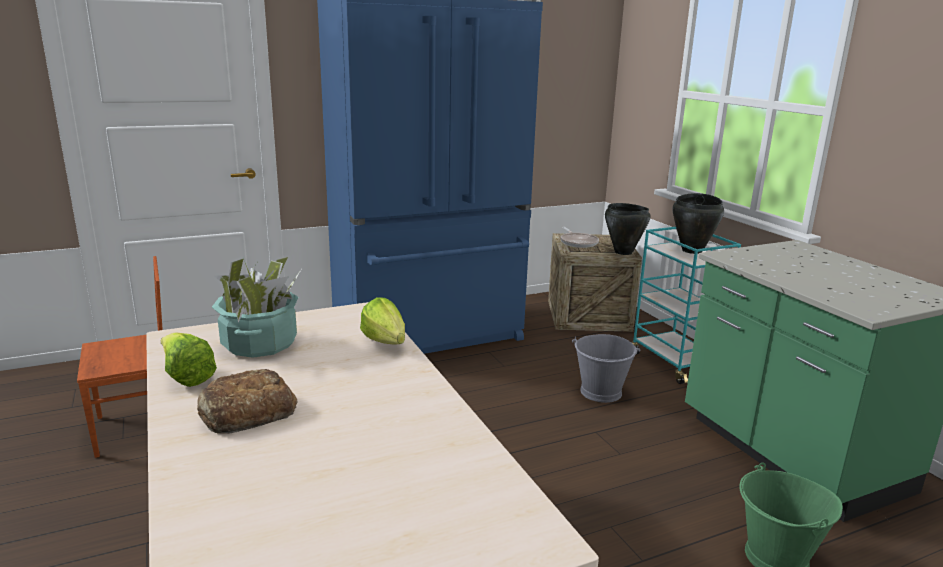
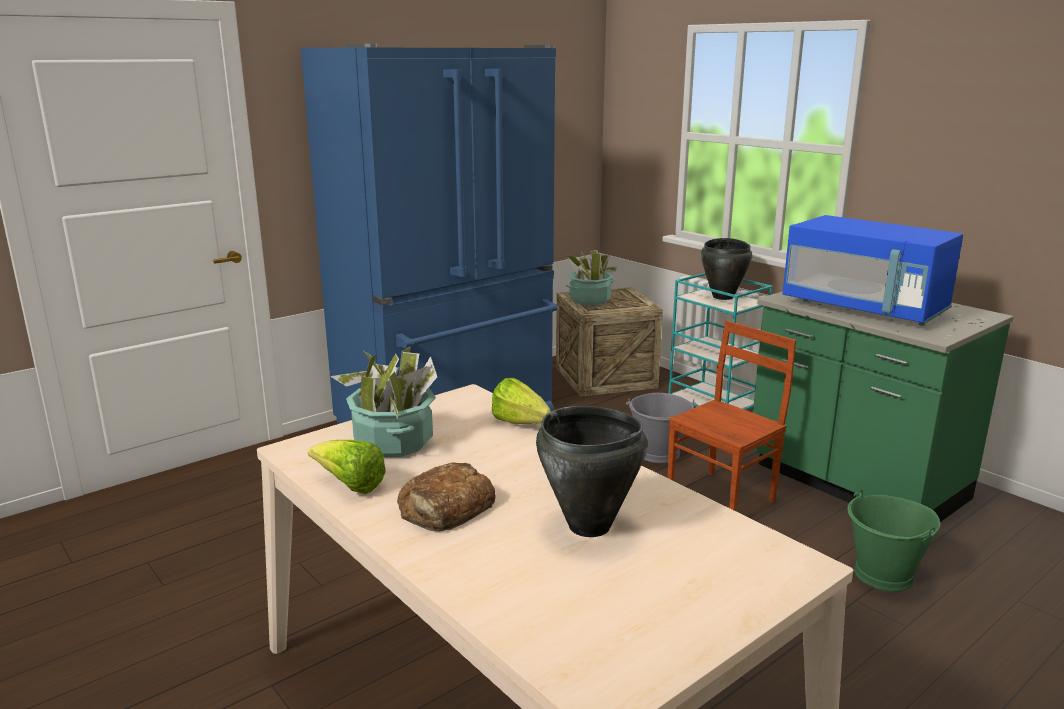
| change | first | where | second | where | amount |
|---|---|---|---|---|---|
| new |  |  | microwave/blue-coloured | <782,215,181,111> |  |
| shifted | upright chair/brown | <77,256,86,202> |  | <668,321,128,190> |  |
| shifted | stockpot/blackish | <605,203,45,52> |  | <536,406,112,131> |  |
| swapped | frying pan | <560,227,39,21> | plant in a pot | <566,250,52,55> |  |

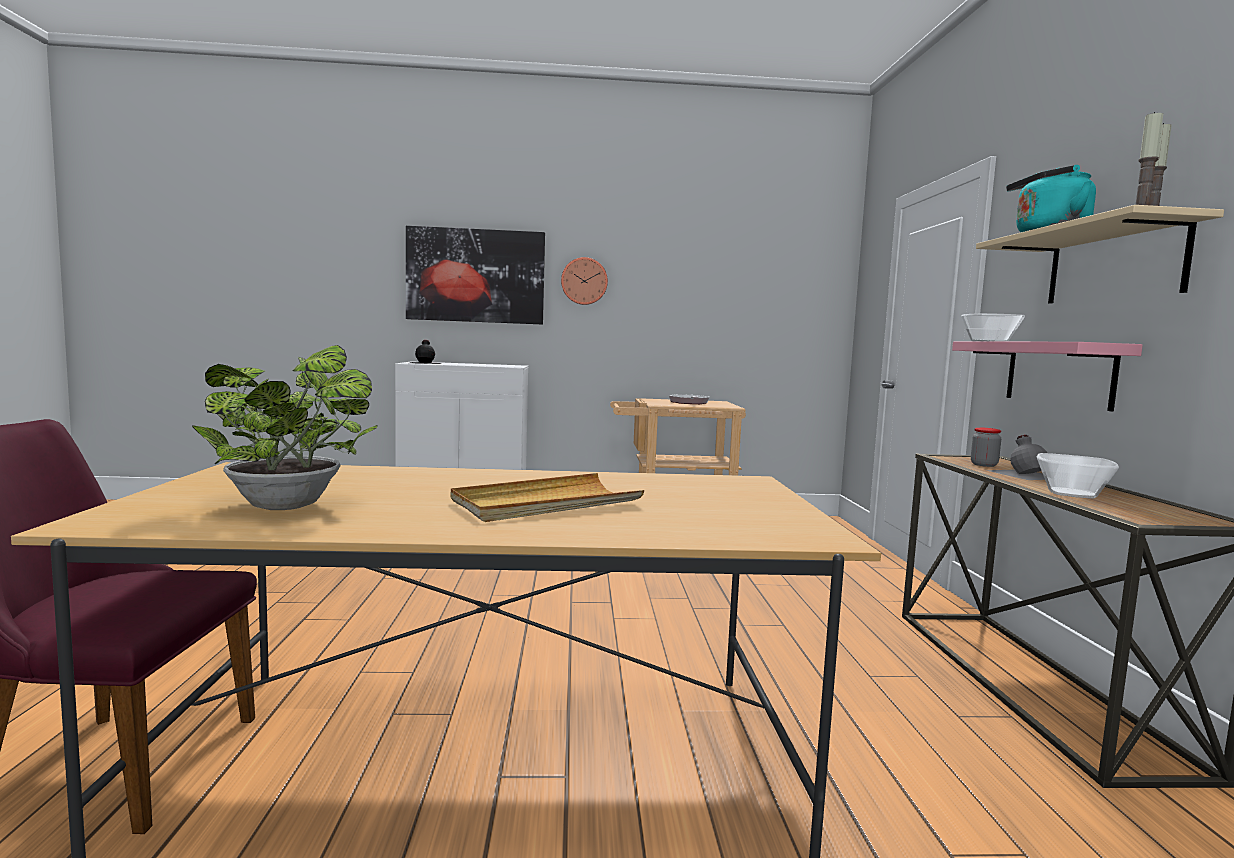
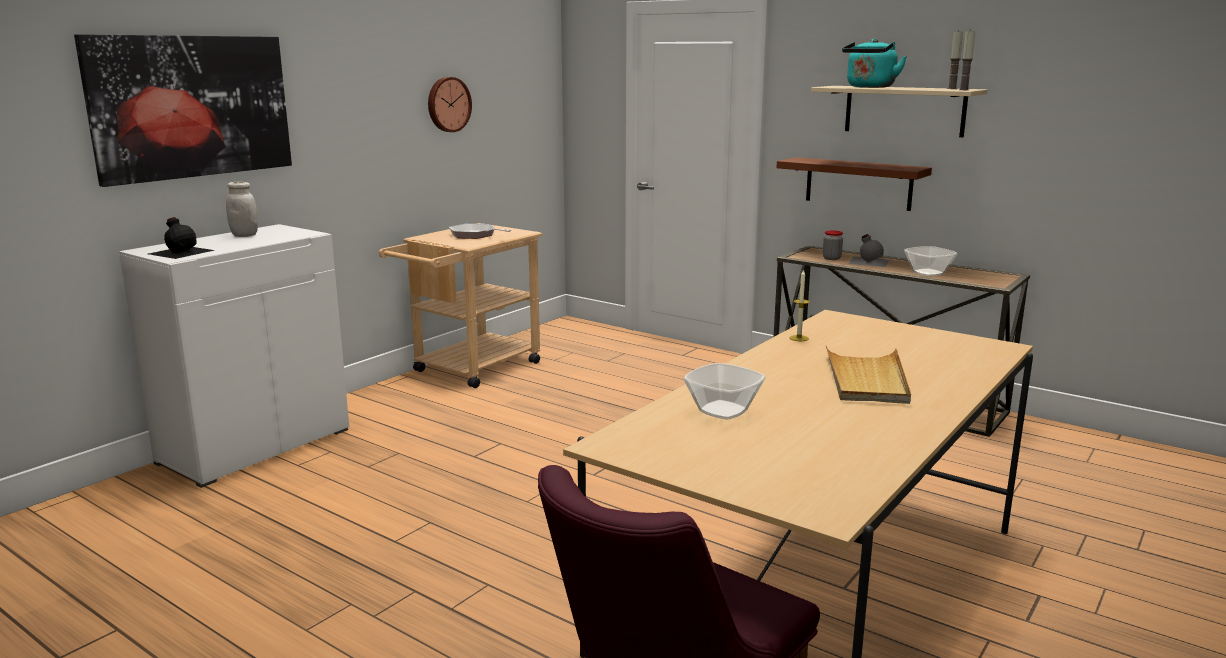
| change | first | where | second | where | amount |
|---|---|---|---|---|---|
| gone | plant in a pot | <192,345,186,165> |  |  |  |
| new |  |  | preserve jar/whitish | <226,182,32,55> |  |
| new |  |  | wax candle | <789,269,21,72> |  |
| shifted | clock on the wall | <561,257,47,48> |  | <428,77,44,55> |  |
| shifted | deep dish | <961,313,64,29> |  | <684,363,81,56> |  |
| repainted | bracket shelf/pinkish | <952,342,191,70> | bracket shelf/brown | <777,157,155,54> |  |

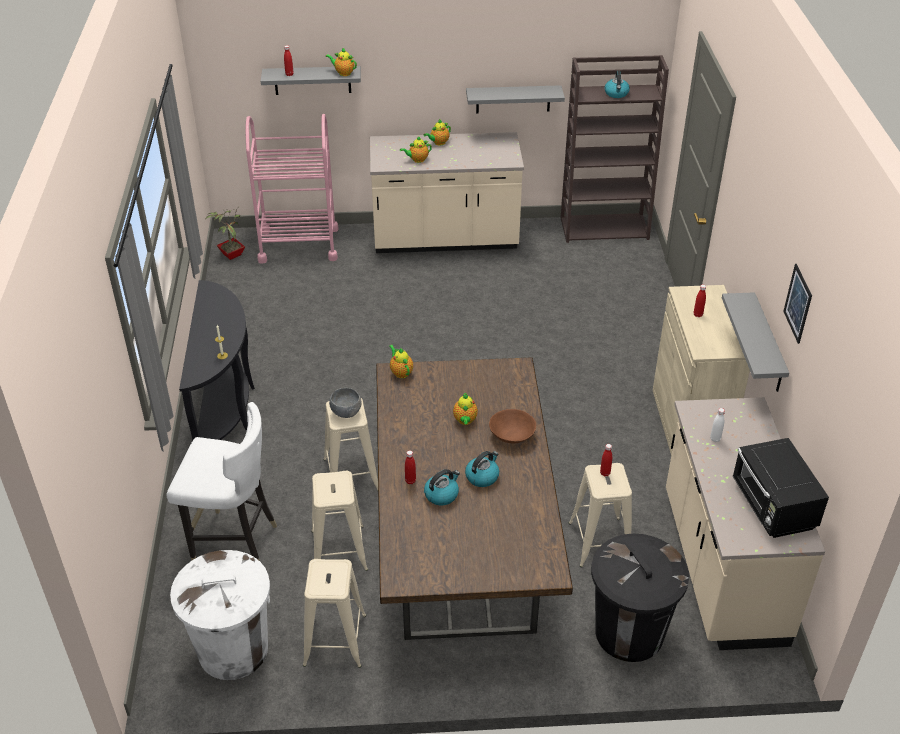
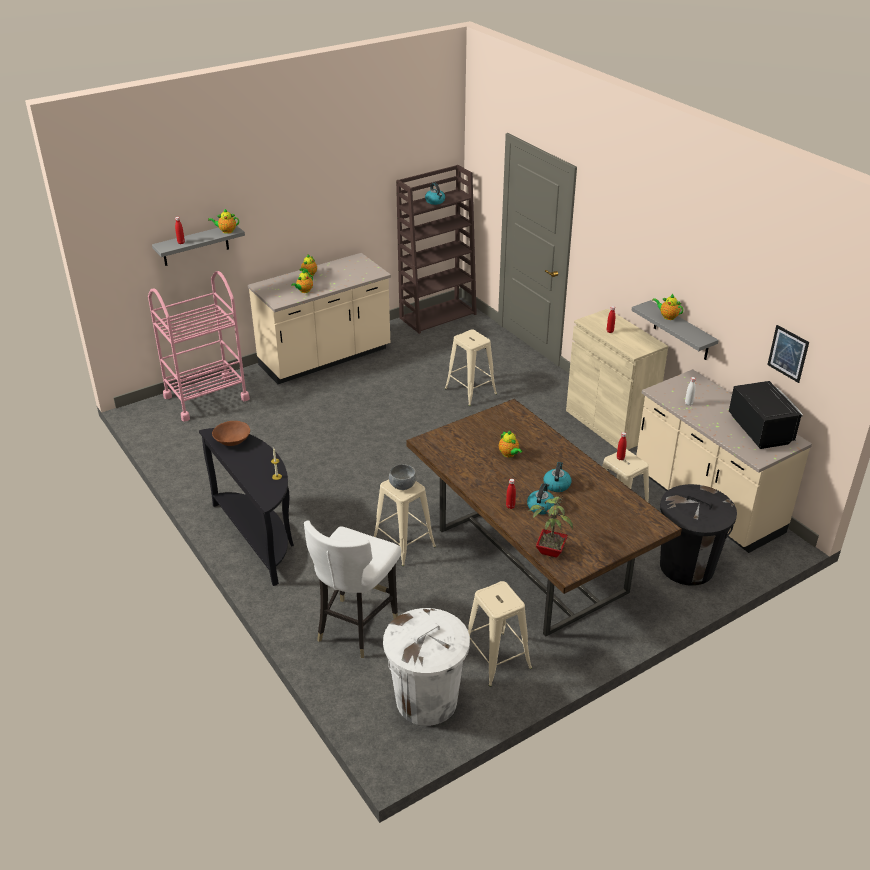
| change | first | where | second | where | amount |
|---|---|---|---|---|---|
| gone | bracket shelf/greyish | <466,85,99,29> |  |  |  |
| shifted | plant in a pot | <205,208,40,52> |  | <529,489,44,69> |  |
| shifted | stool seat/beige | <311,471,57,100> |  | <445,330,52,76> |  |
| shifted | teapot | <389,345,24,33> |  | <653,294,31,26> |  |
| shifted | deep dish/brown | <489,409,47,34> |  | <212,421,38,25> |  |
| shifted | picture | <783,264,29,80> |  | <767,325,42,58> |  |
| rotated | upright chair/whitish | <167,402,110,159> |  | <304,520,97,138> | 135 degrees clockwise |
| rotated | microwave/blackish | <733,438,96,100> |  | <729,381,74,68> | 150 degrees counterclockwise |

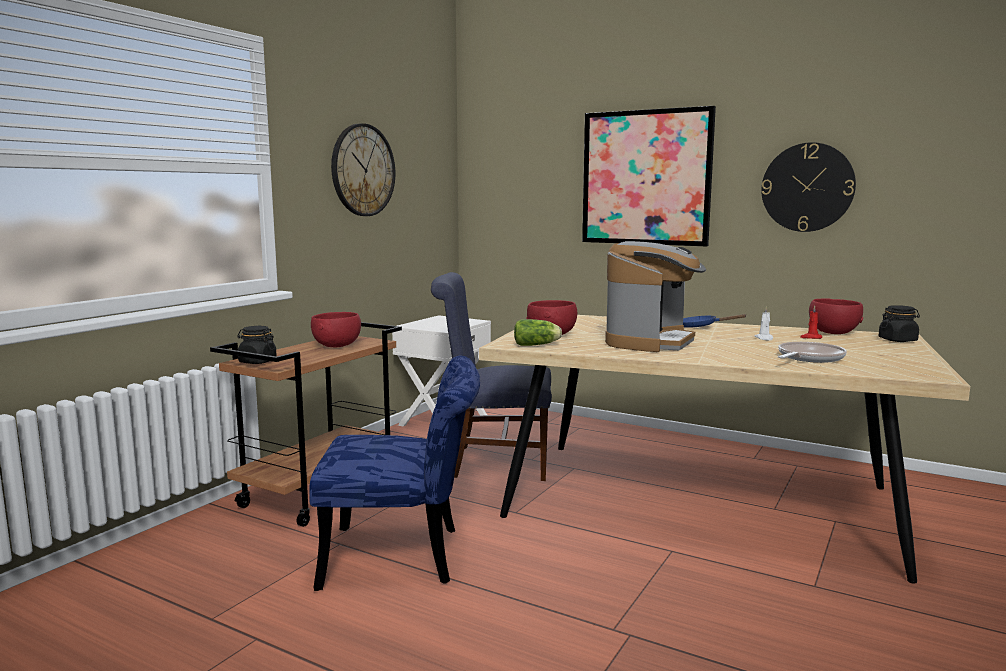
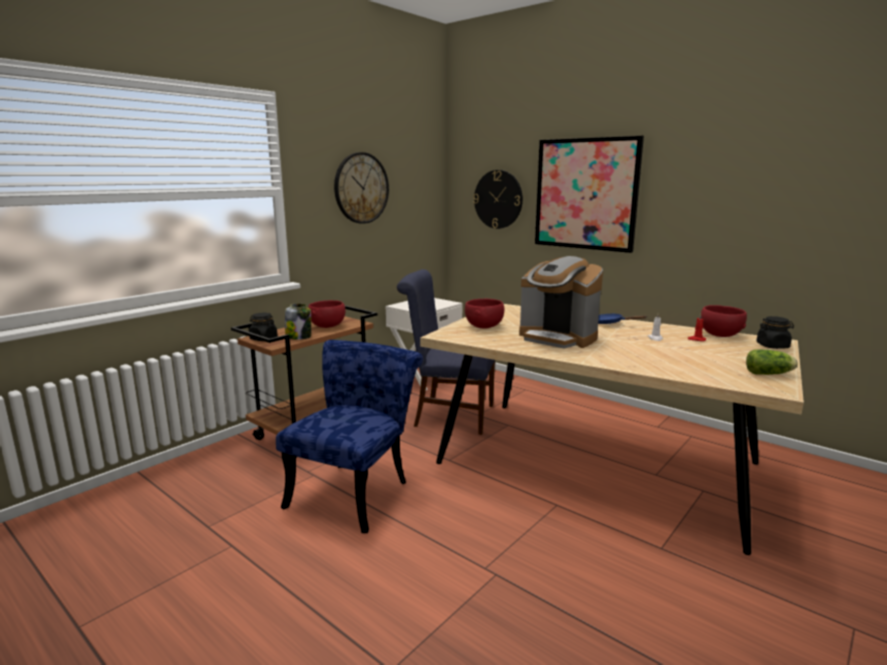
| change | first | where | second | where | amount |
|---|---|---|---|---|---|
| gone | frying pan | <778,342,69,21> |  |  |  |
| new |  |  | preserve jar | <285,303,26,37> |  |
| shifted | head of lettuce | <514,319,48,27> |  | <746,349,52,26> |  |
| shifted | clock on the wall | <761,142,95,90> |  | <473,170,50,59> |  |
| rotated | upright chair/blue-coloured | <310,356,170,235> |  | <276,340,147,193> | 75 degrees counterclockwise |
| rotated | coffee brewer | <605,241,101,111> |  | <519,256,84,93> | 90 degrees clockwise |

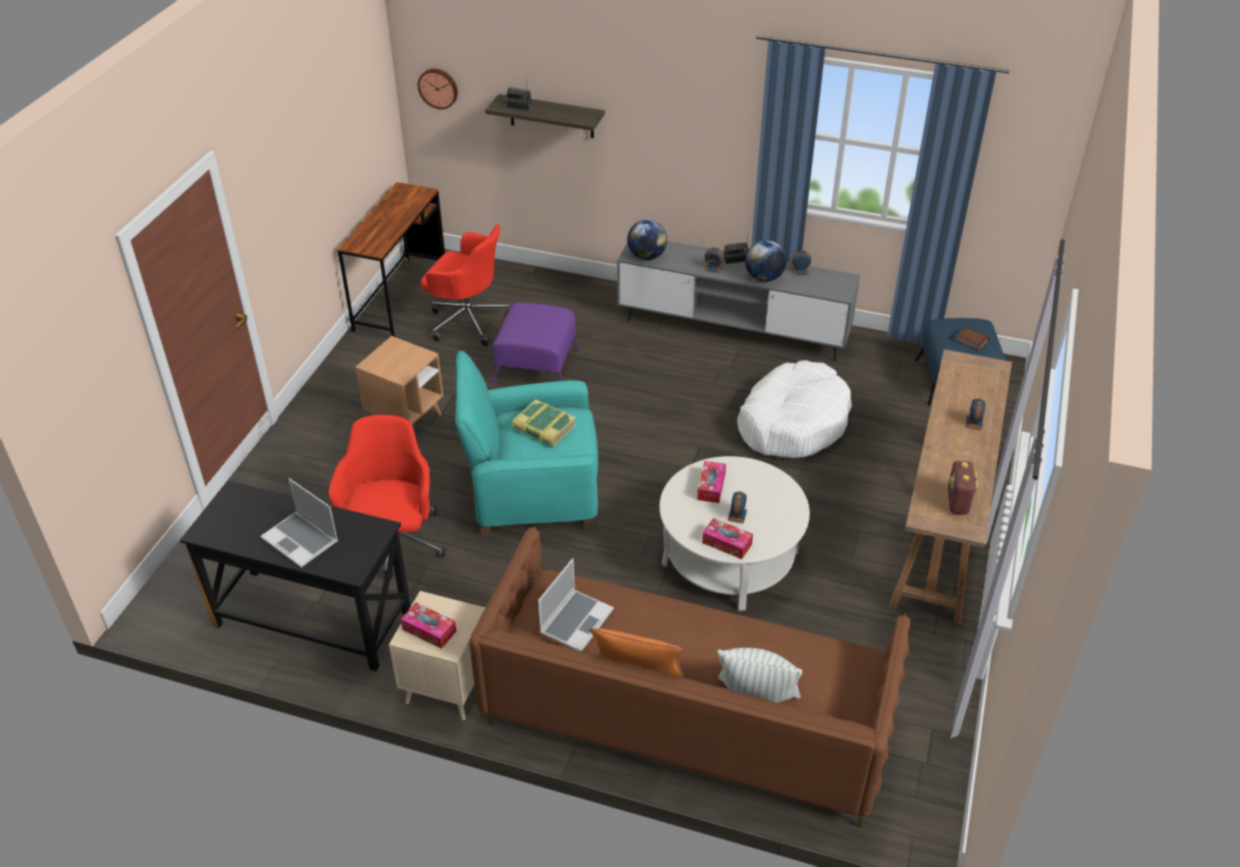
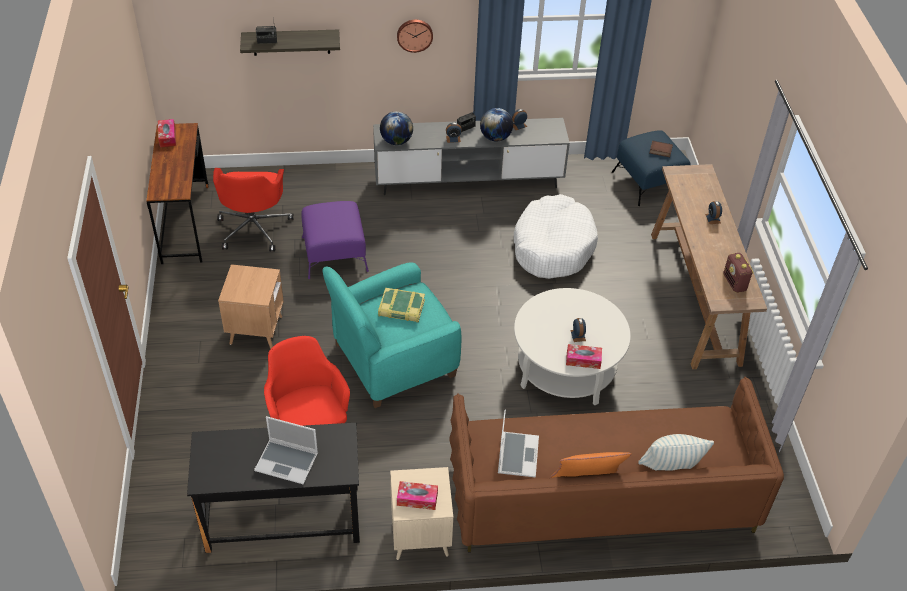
| change | first | where | second | where | amount |
|---|---|---|---|---|---|
| shifted | clock on the wall | <418,69,40,40> |  | <397,20,36,33> |  |
| shifted | tissue box | <697,461,29,42> |  | <158,119,18,28> |  |
| rotated | office chair/red-coloured | <421,225,89,121> |  | <213,168,81,84> | 90 degrees clockwise |

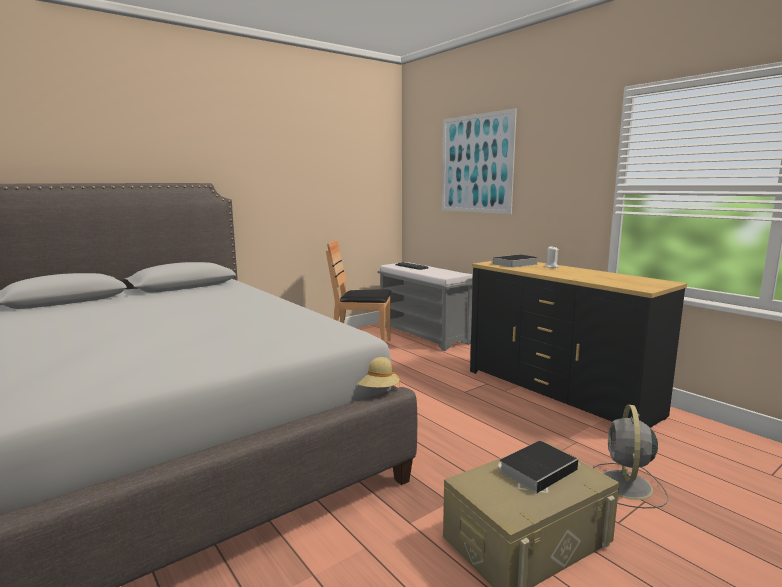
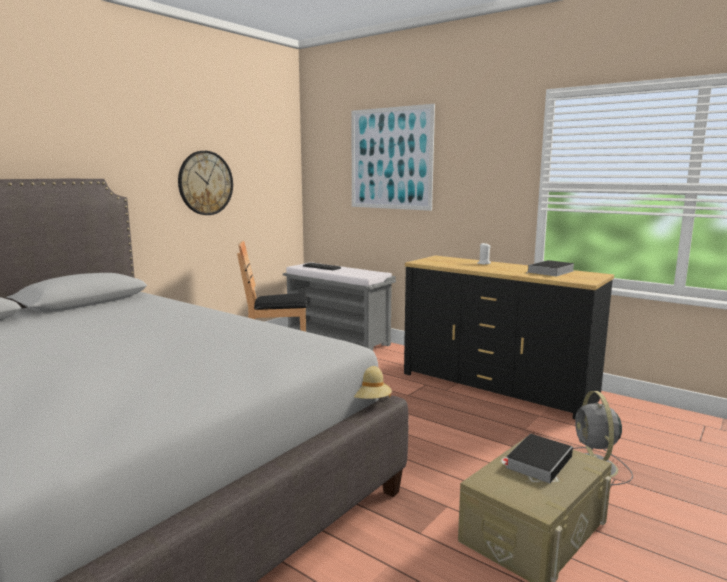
| change | first | where | second | where | amount |
|---|---|---|---|---|---|
| new |  |  | clock on the wall | <178,151,55,64> |  |
| shifted | book | <489,255,50,13> |  | <528,260,47,16> |  |

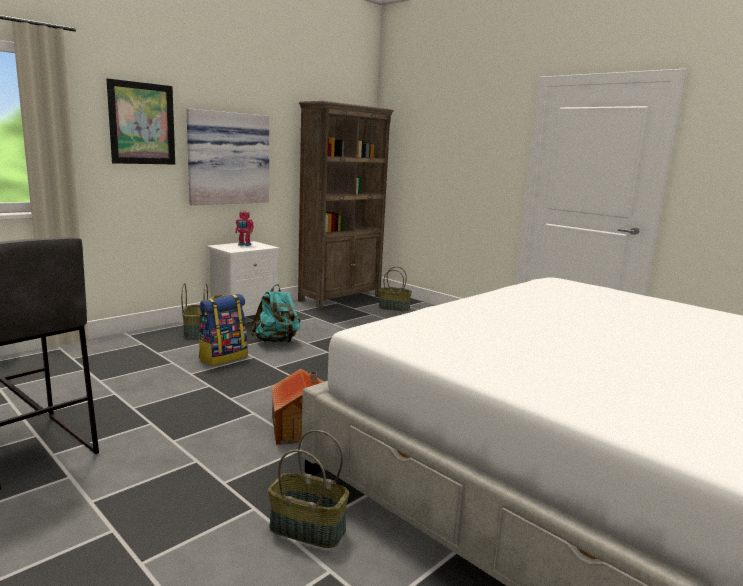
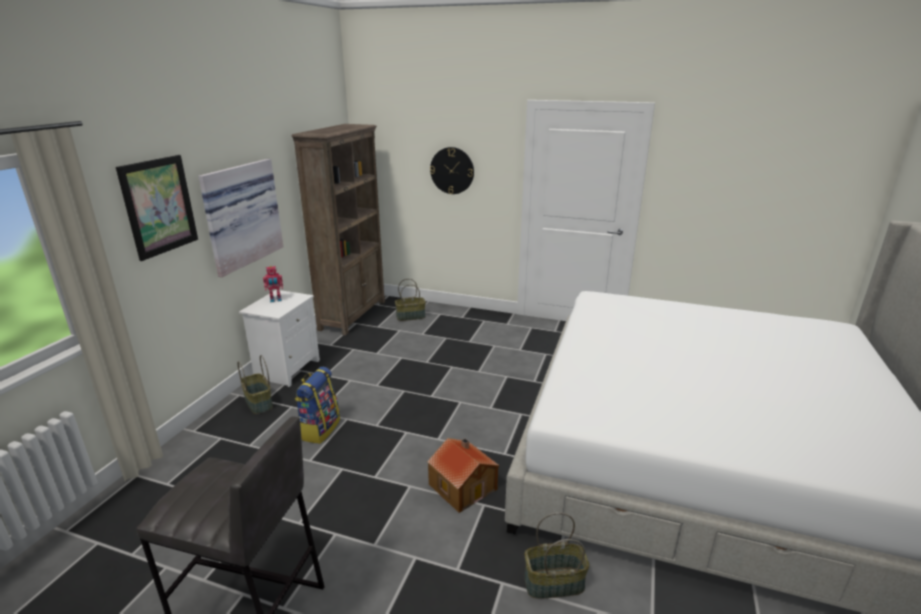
| change | first | where | second | where | amount |
|---|---|---|---|---|---|
| gone | rucksack/turquoise | <251,284,50,59> |  |  |  |
| new |  |  | clock on the wall | <430,147,44,47> |  |

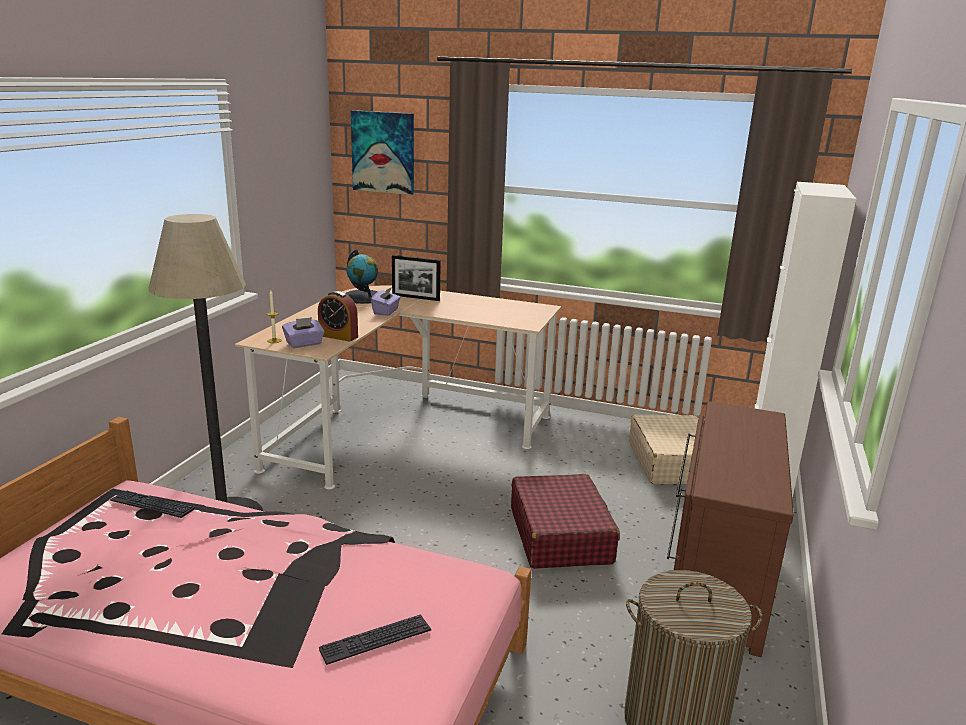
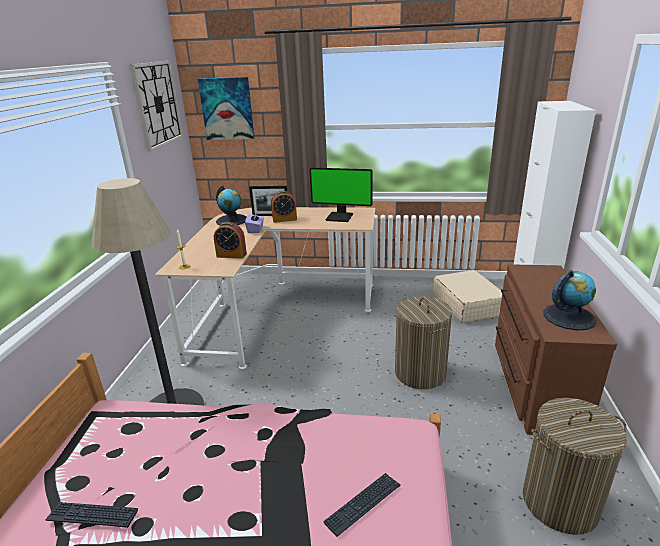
| change | first | where | second | where | amount |
|---|---|---|---|---|---|
| gone | tissue box/purple-coloured | <282,317,43,31> |  |  |  |
| new |  |  | clock on the wall | <130,61,53,91> |  |
| new |  |  | table clock | <271,191,26,32> |  |
| new |  |  | computer screen | <310,168,62,54> |  |
| new |  |  | world globe | <543,270,54,60> |  |
| shifted | keyboard | <110,491,85,27> |  | <45,502,93,26> |  |
| swapped | suitcase/red-coloured | <511,474,109,95> | hamper | <395,296,57,93> |  |

